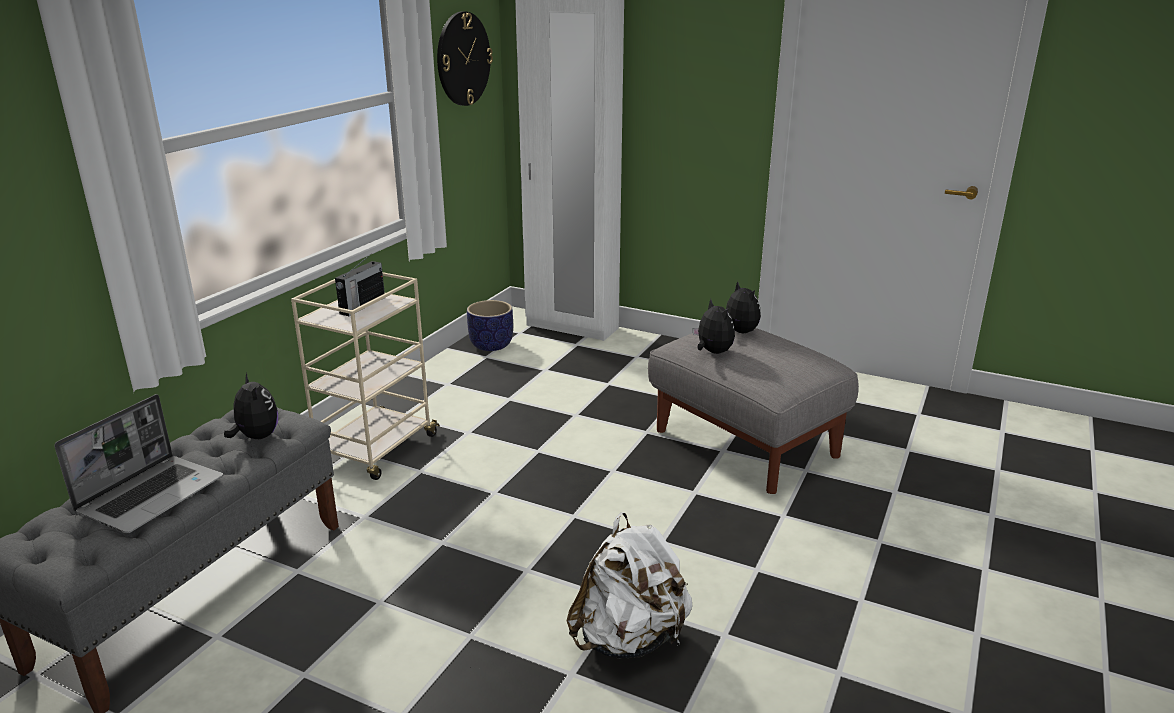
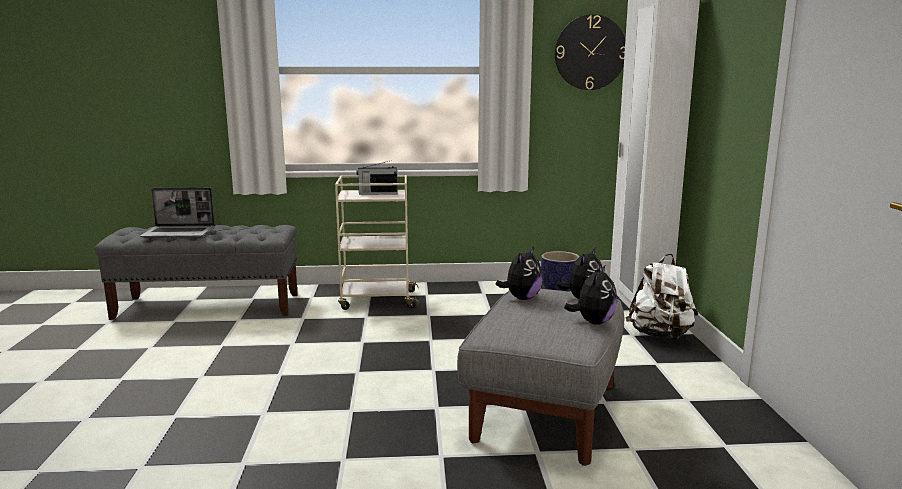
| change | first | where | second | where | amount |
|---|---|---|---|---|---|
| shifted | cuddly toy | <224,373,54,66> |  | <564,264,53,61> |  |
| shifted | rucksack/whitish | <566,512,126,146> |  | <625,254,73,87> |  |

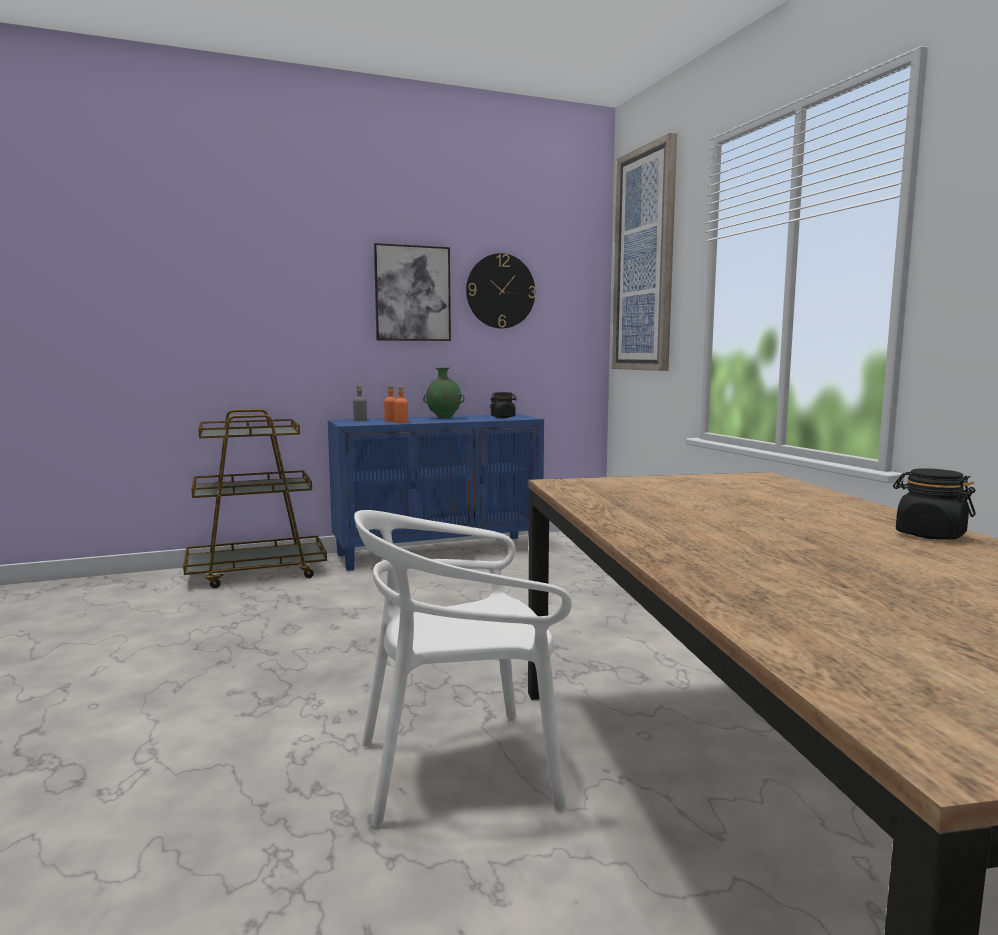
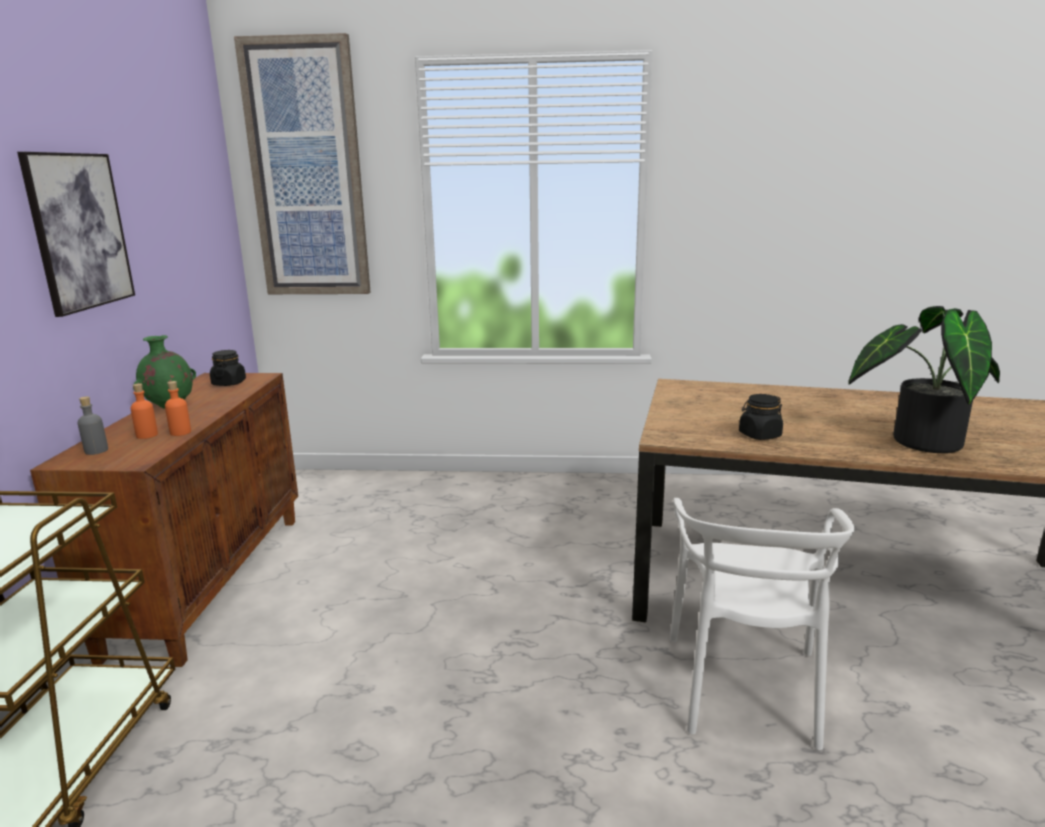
| change | first | where | second | where | amount |
|---|---|---|---|---|---|
| gone | clock on the wall | <466,253,70,75> |  |  |  |
| new |  |  | plant in a pot | <848,306,152,147> |  |
| shifted | preserve jar/blackish | <893,468,83,72> |  | <739,394,44,46> |  |
| repainted | cupboard/blue-coloured | <328,414,216,157> | cupboard/brown | <30,373,268,294> |  |

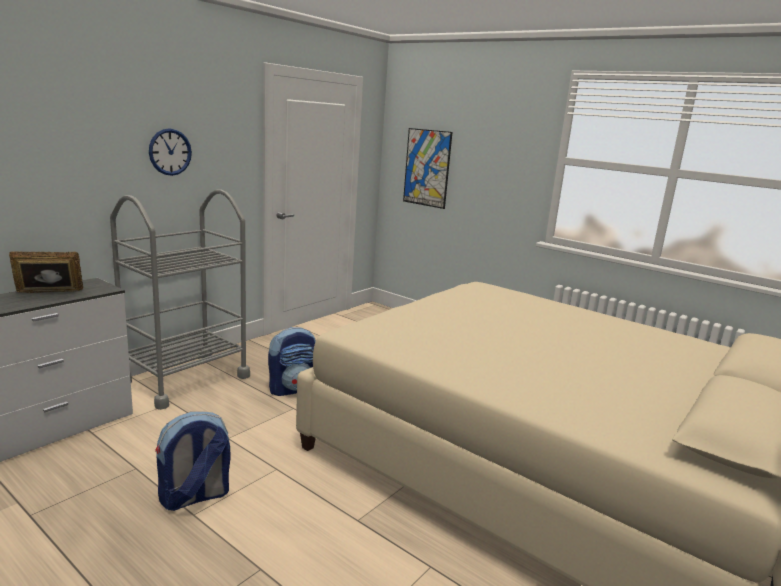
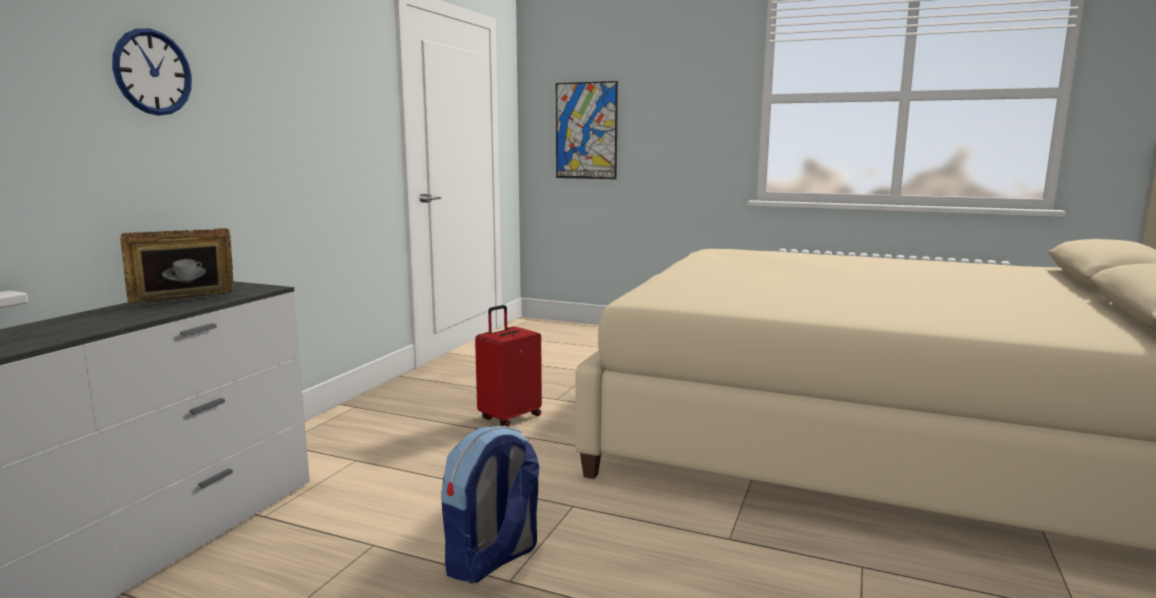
| change | first | where | second | where | amount |
|---|---|---|---|---|---|
| gone | wheeled cart/greyish | <110,190,140,220> |  |  |  |
| shifted | clock on the wall | <149,128,43,48> |  | <112,28,80,88> |  |
| swapped | rucksack | <268,327,48,69> | suitcase/red-coloured | <475,305,67,122> |  |

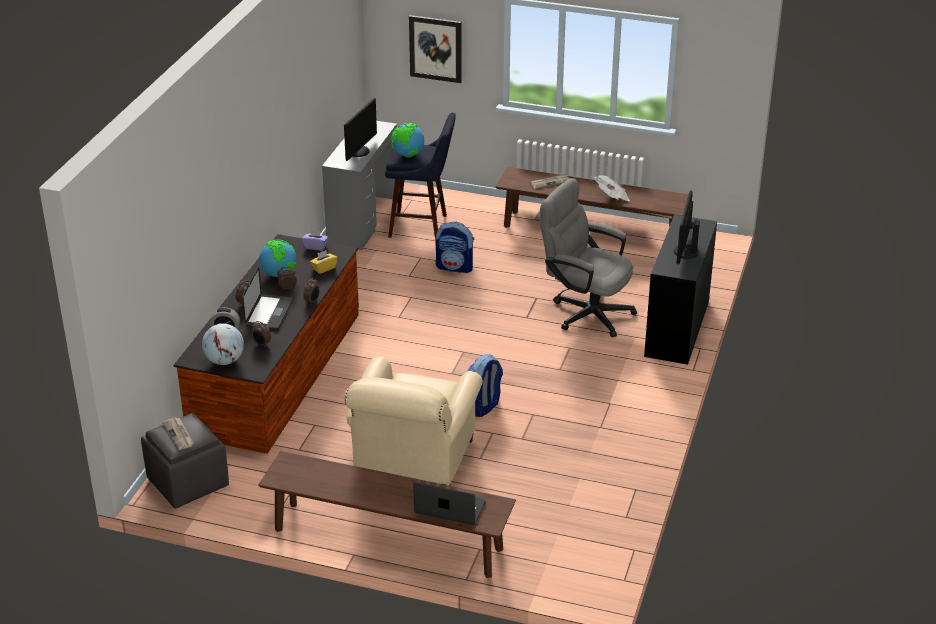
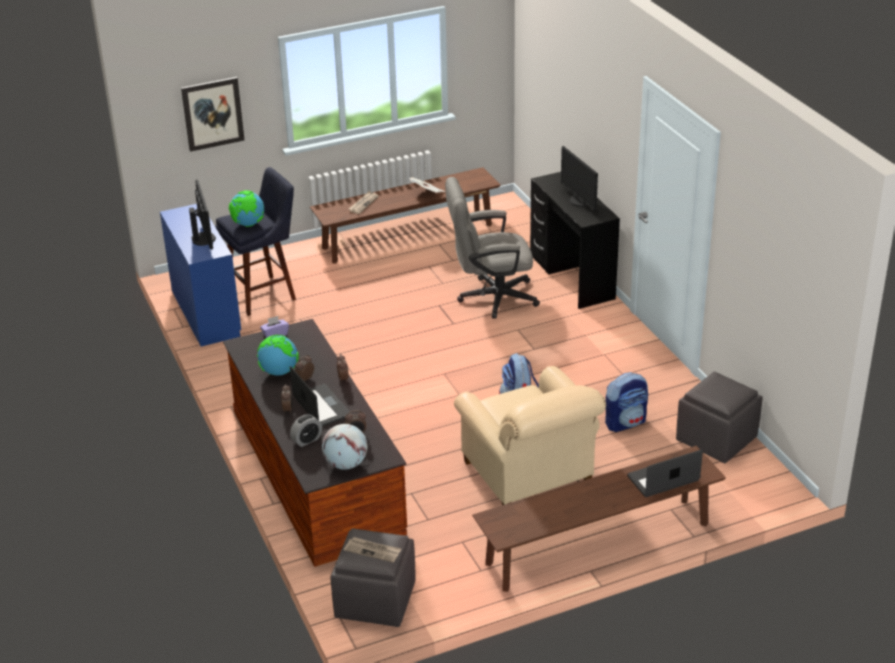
| change | first | where | second | where | amount |
|---|---|---|---|---|---|
| gone | tissue box/yellowish | <310,250,27,24> |  |  |  |
| new |  |  | ottoman/greyish | <676,371,87,92> |  |
| shifted | rucksack | <436,222,38,51> |  | <605,372,43,60> |  |
| repainted | desk table/greyish | <322,121,75,129> | desk table/blue-coloured | <160,204,81,143> |  |

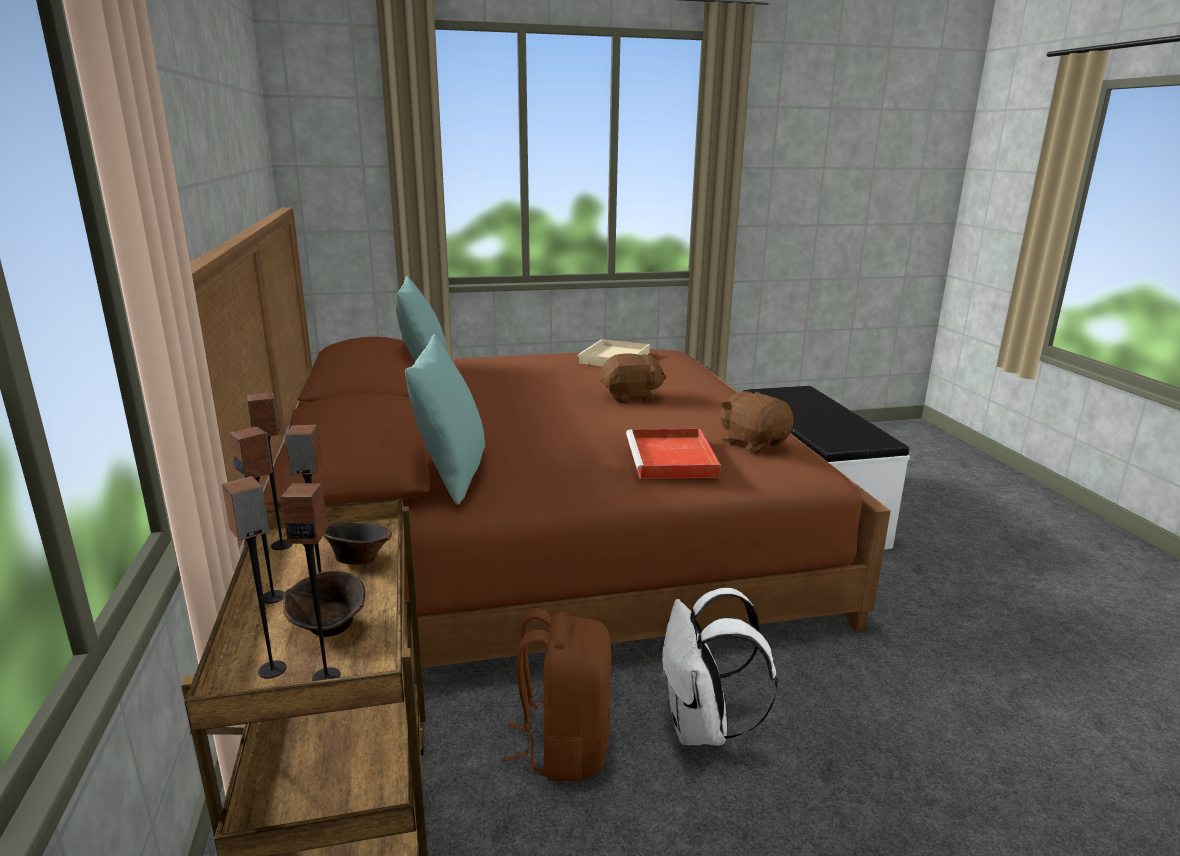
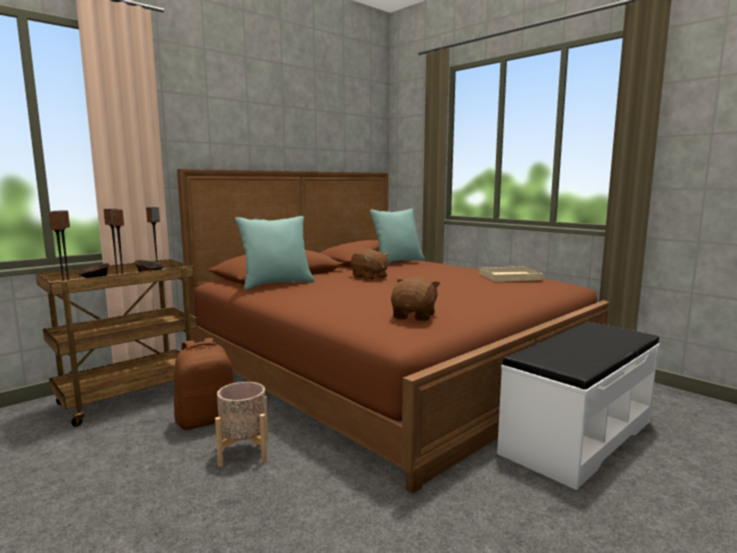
| change | first | where | second | where | amount |
|---|---|---|---|---|---|
| gone | serving tray/red-coloured | <626,429,95,50> |  |  |  |
| shifted | cuddly toy/brown | <600,353,67,50> |  | <351,249,38,31> |  |
| swapped | rucksack/whitish | <662,588,116,157> | planter/beige | <215,382,53,85> |  |

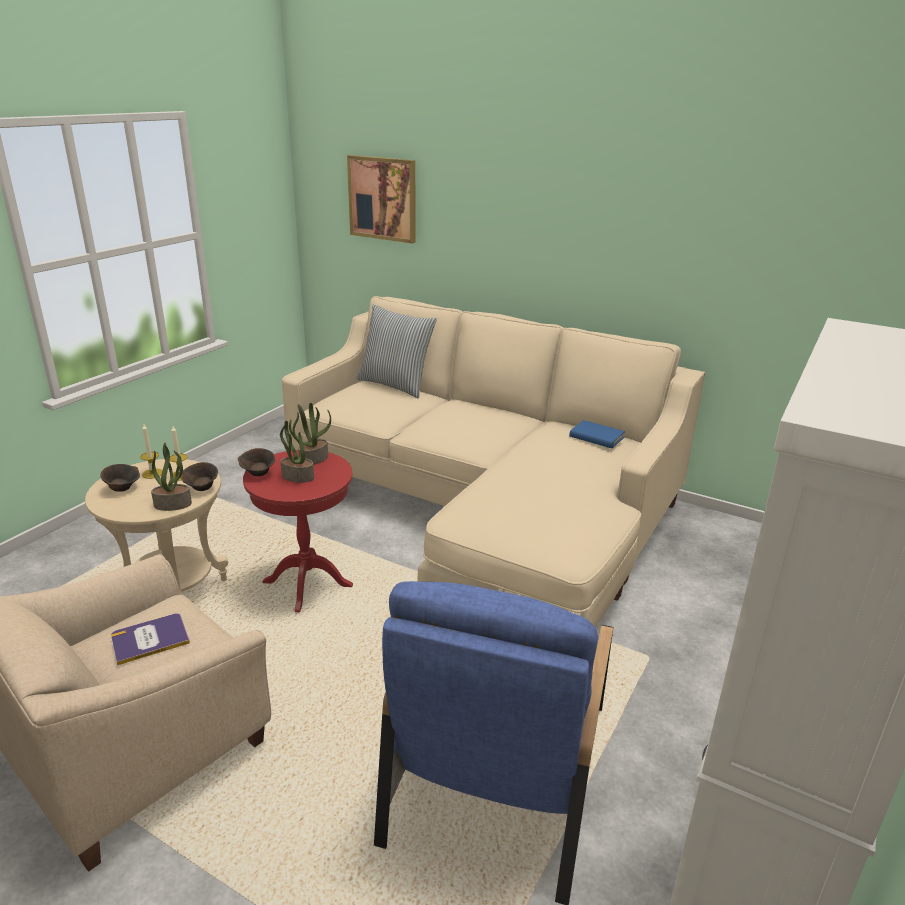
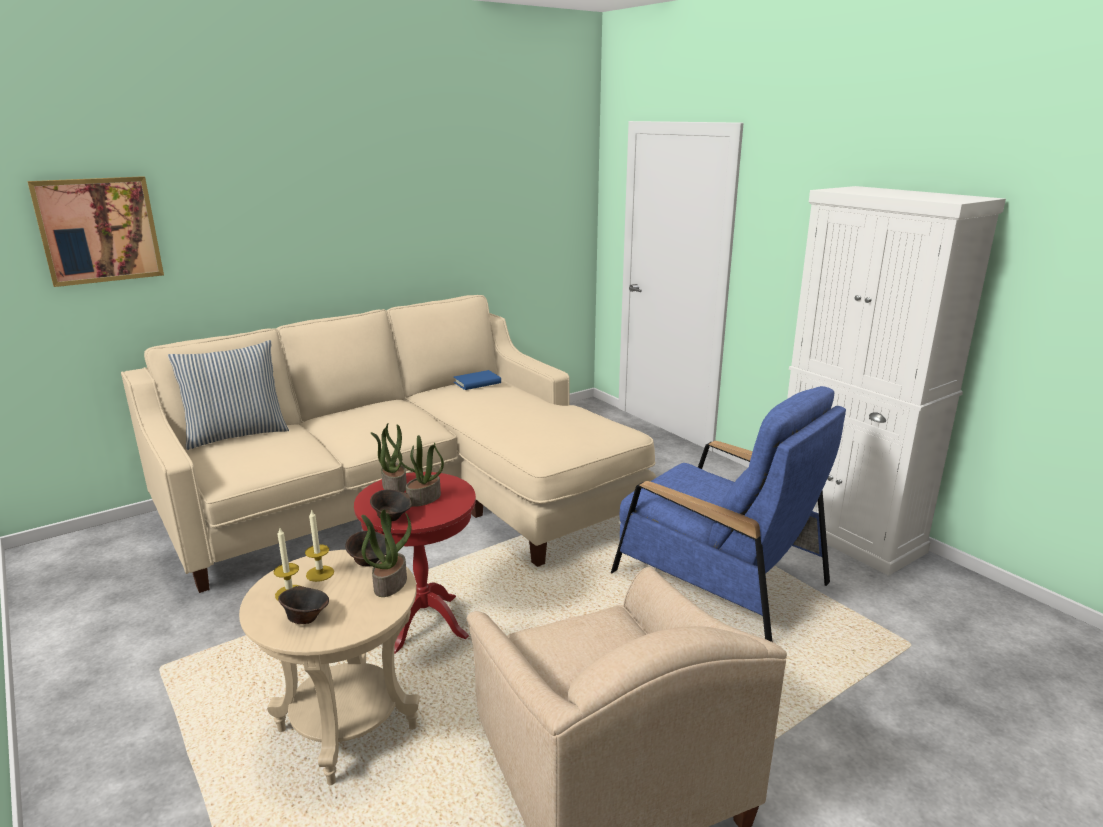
| change | first | where | second | where | amount |
|---|---|---|---|---|---|
| gone | book | <111,614,79,51> |  |  |  |

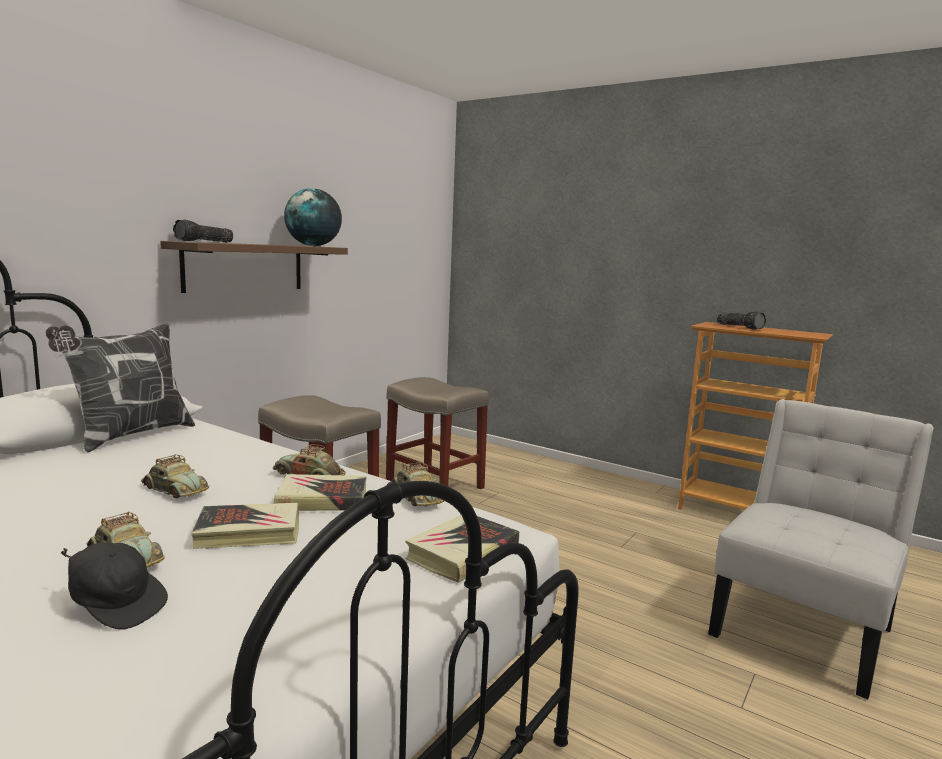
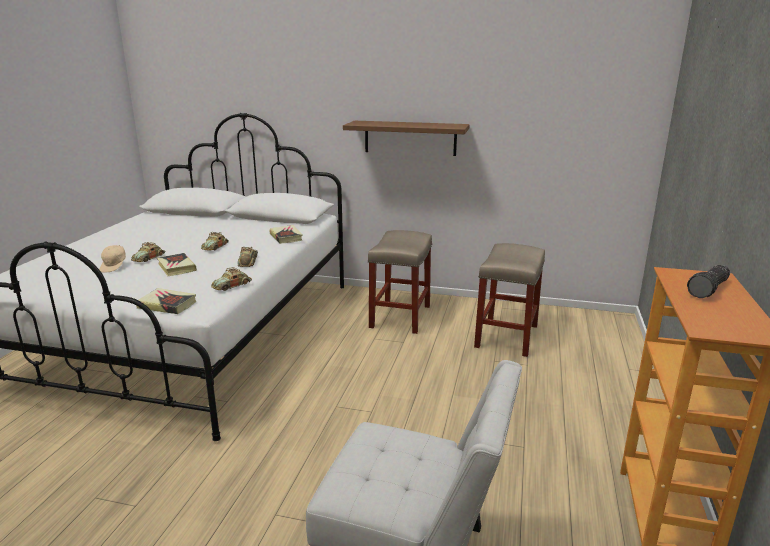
| change | first | where | second | where | amount |
|---|---|---|---|---|---|
| gone | pillow | <46,324,149,128> |  |  |  |
| gone | flashlight | <173,220,60,23> |  |  |  |
| gone | world globe | <284,188,58,58> |  |  |  |
| shifted | book | <274,474,93,37> |  | <270,225,33,19> |  |
| repainted | baseball cap/blackish | <61,542,107,87> | baseball cap/beige | <99,245,27,28> |  |

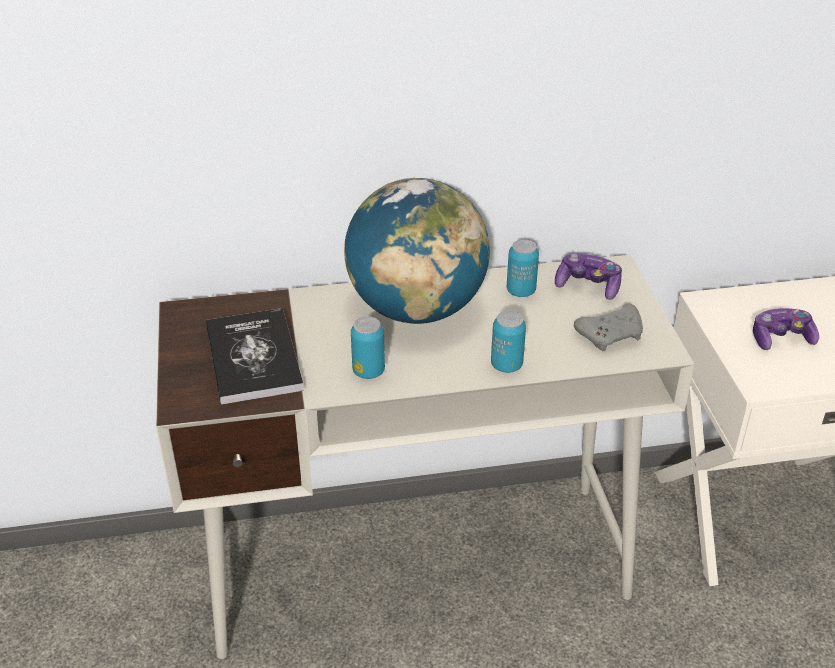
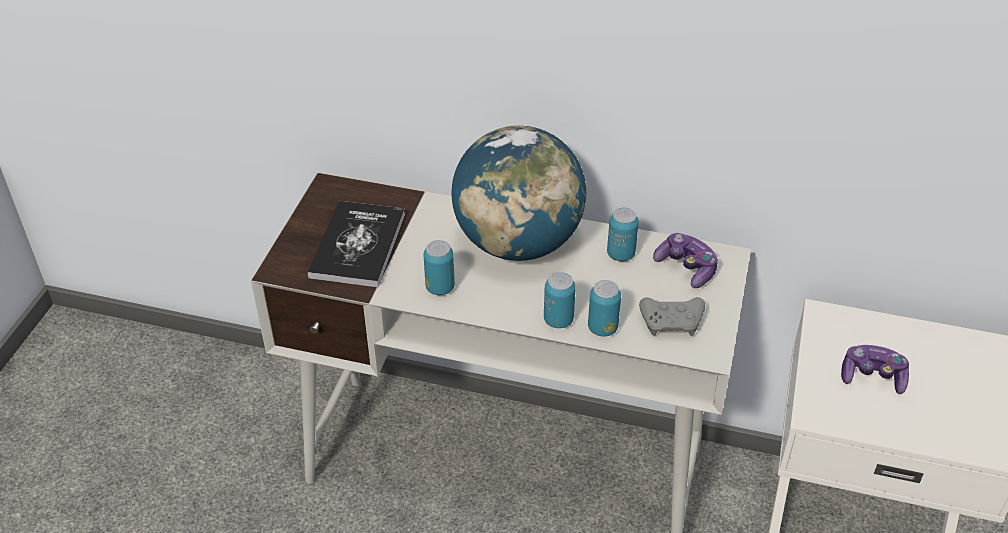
| change | first | where | second | where | amount |
|---|---|---|---|---|---|
| new |  |  | sealed can | <588,280,33,57> |  |

